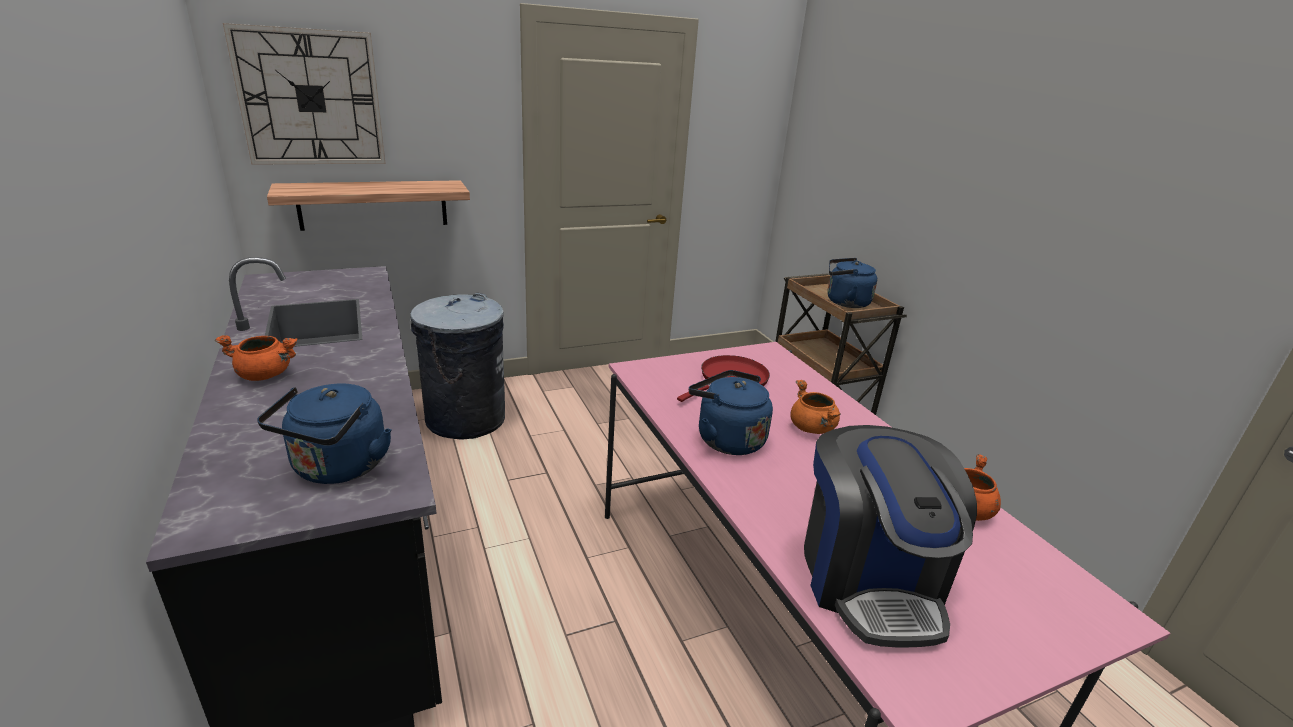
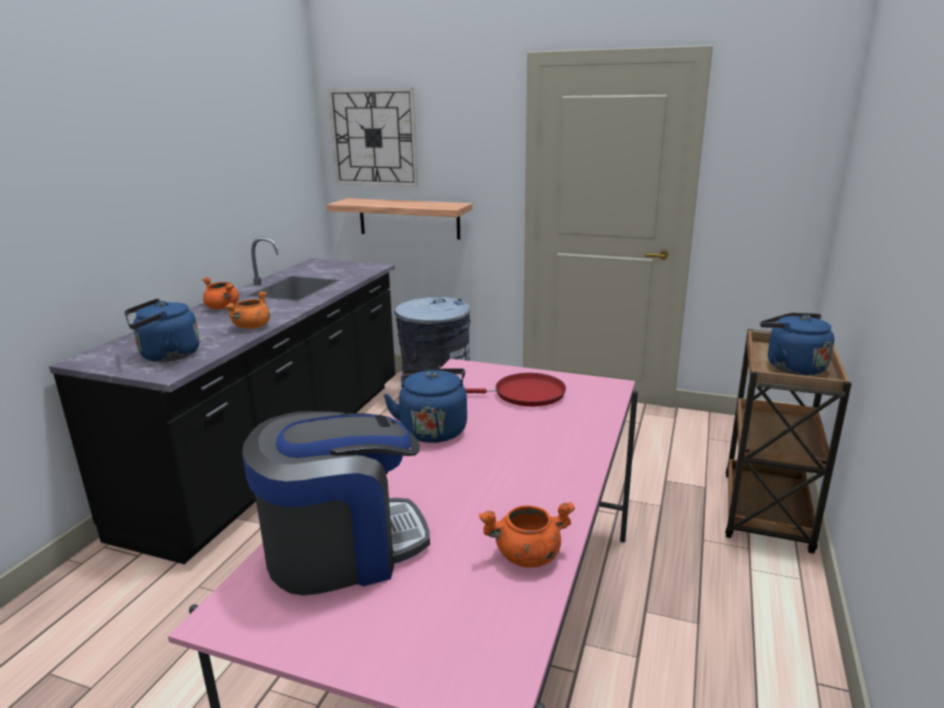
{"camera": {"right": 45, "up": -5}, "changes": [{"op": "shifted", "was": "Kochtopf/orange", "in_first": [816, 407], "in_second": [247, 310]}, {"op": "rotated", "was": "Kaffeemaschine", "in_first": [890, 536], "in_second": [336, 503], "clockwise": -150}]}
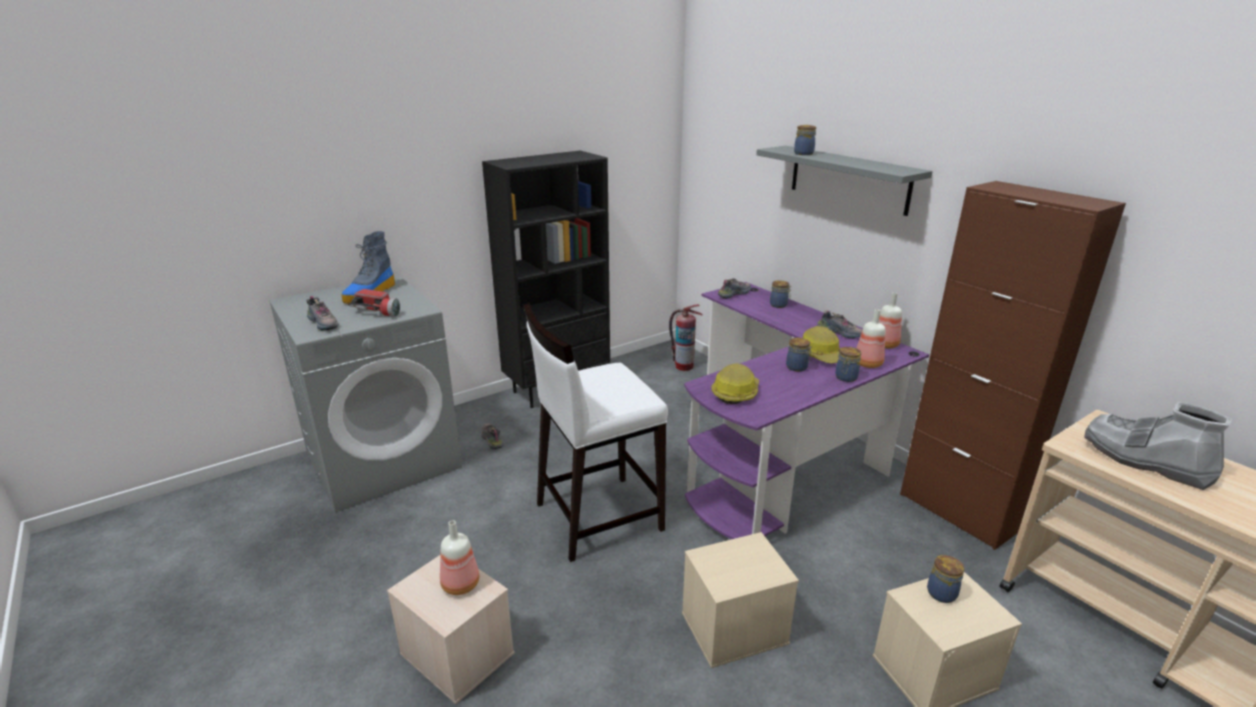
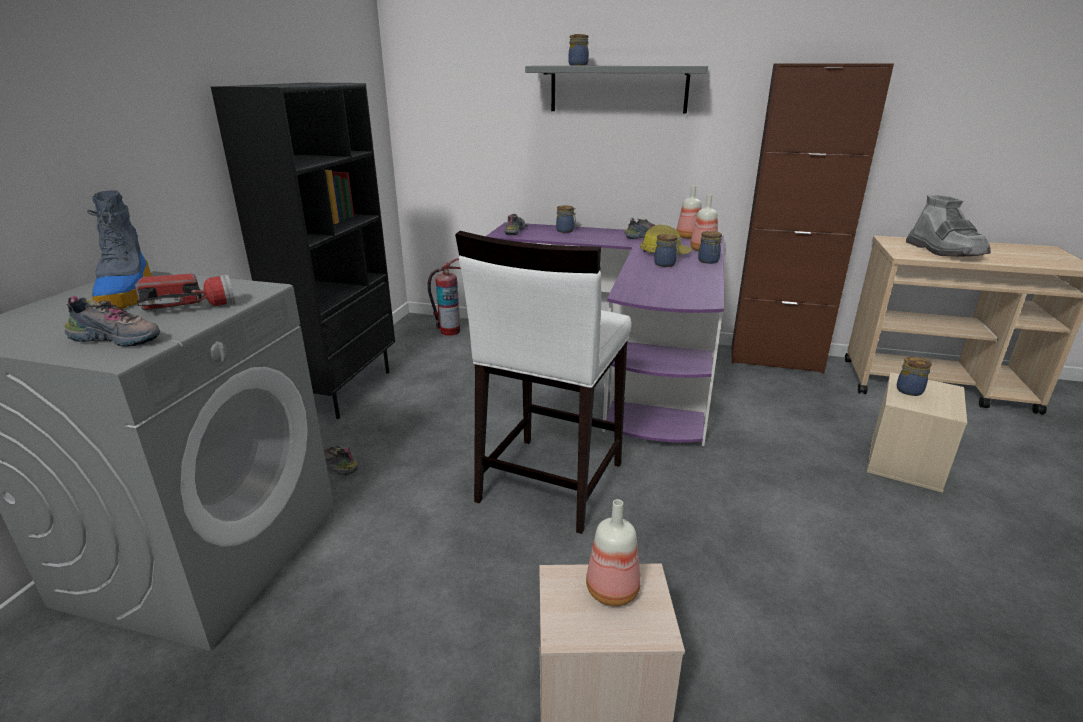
{"camera": {"right": -40, "up": 0}, "changes": [{"op": "rotated", "was": "Stiefel/grau", "in_first": [1158, 446], "in_second": [948, 226], "clockwise": -105}, {"op": "gone", "was": "Aufbewahrungsbox/beige", "in_first": [740, 600]}, {"op": "gone", "was": "Schutzhelm", "in_first": [735, 384]}]}
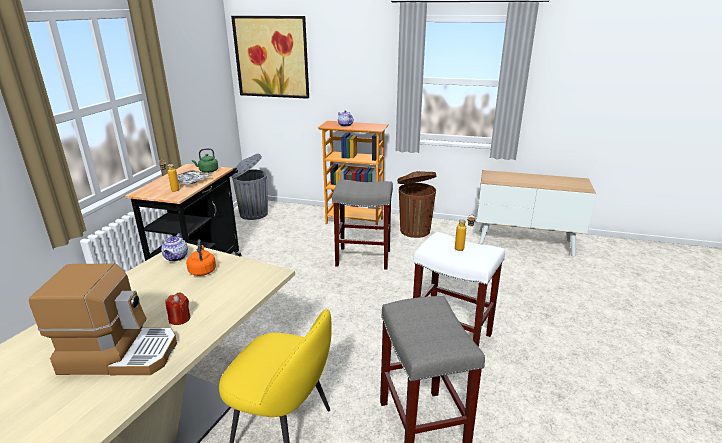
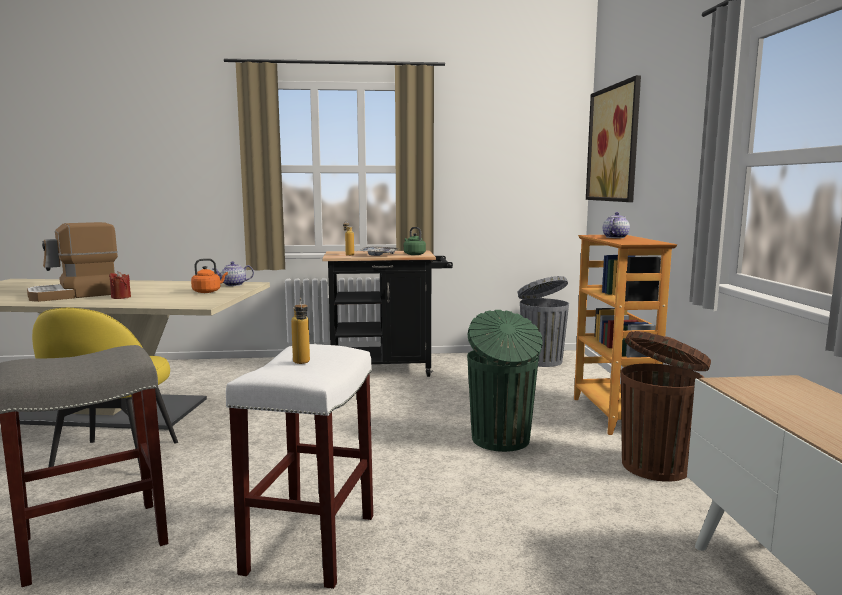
{"camera": {"right": 70, "up": -15}, "changes": [{"op": "rotated", "was": "Kaffeemaschine", "in_first": [103, 319], "in_second": [72, 262], "clockwise": 75}, {"op": "swapped", "was": "Hocker/grau", "now": "Mülleimer/grün", "in_first": [362, 224], "in_second": [505, 381]}]}
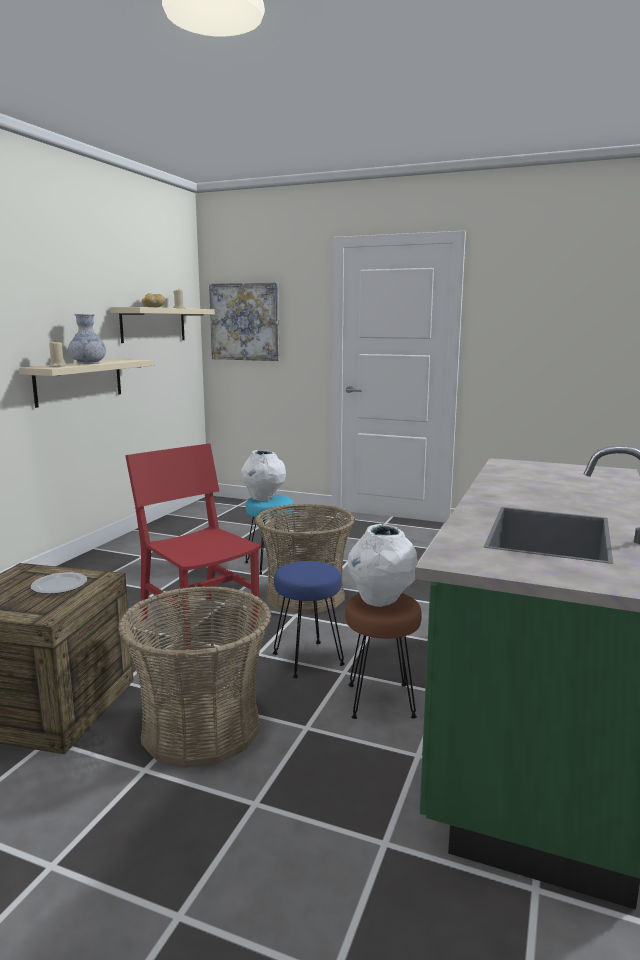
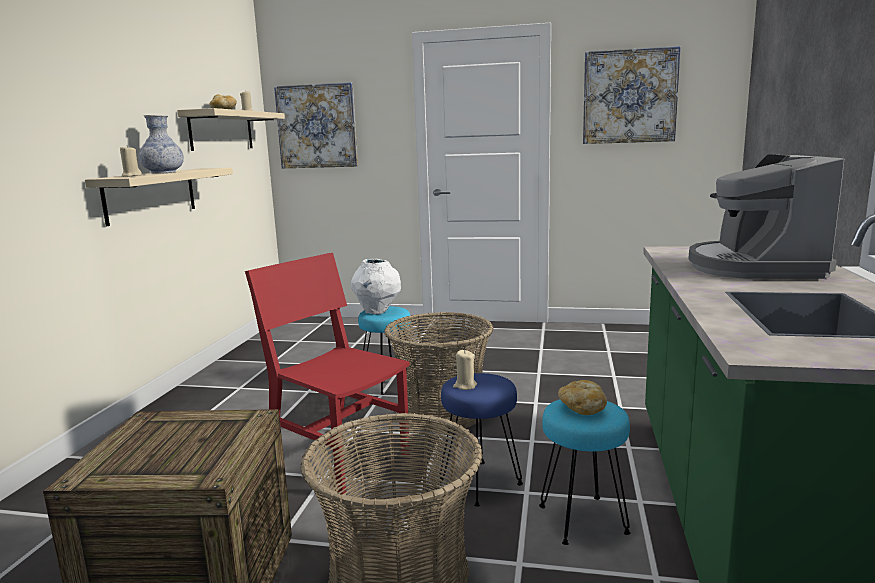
{"camera": {"right": -10, "up": 0}, "changes": [{"op": "new", "now": "Kerze/beige", "in_second": [465, 370]}, {"op": "repainted", "was": "Hocker/braun", "now": "Hocker/türkis", "in_first": [383, 656], "in_second": [585, 472]}, {"op": "swapped", "was": "Vase/weiß", "now": "Brot", "in_first": [383, 565], "in_second": [582, 397]}, {"op": "new", "now": "Bild", "in_second": [632, 95]}, {"op": "new", "now": "Kaffeemaschine", "in_second": [766, 216]}, {"op": "gone", "was": "Teller", "in_first": [59, 583]}]}
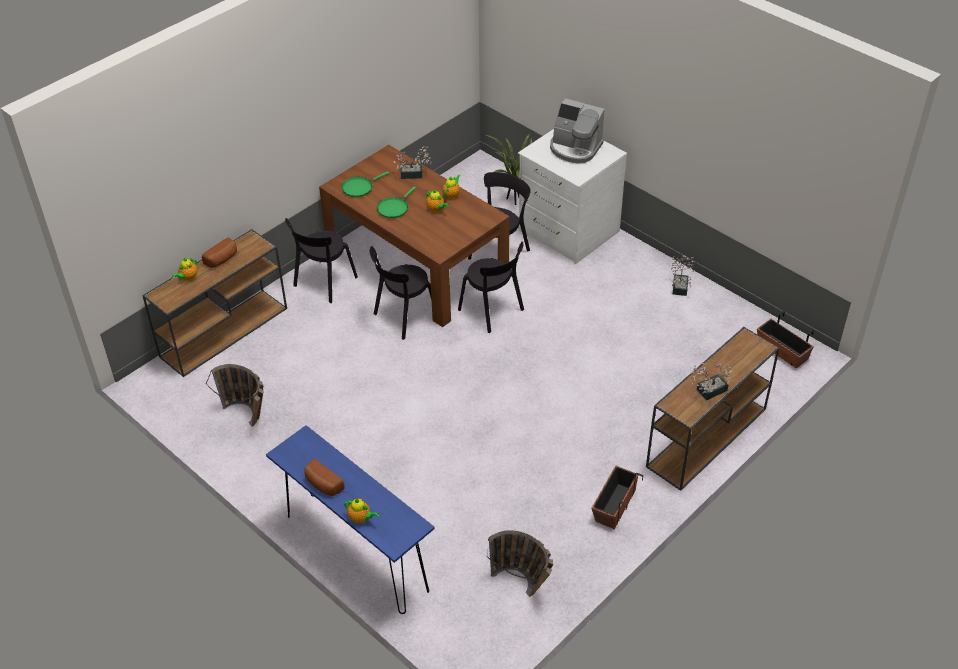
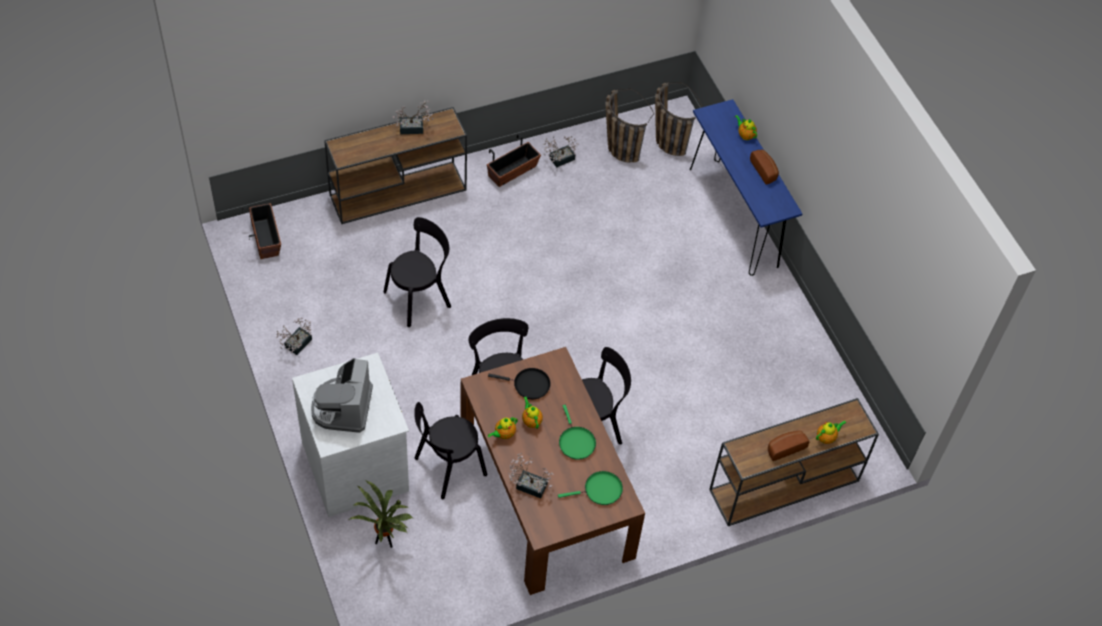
{"camera": {"right": -160, "up": 10}, "changes": [{"op": "rotated", "was": "Kaffeemaschine", "in_first": [577, 131], "in_second": [342, 395], "clockwise": -135}, {"op": "shifted", "was": "Stuhl/schwarz", "in_first": [321, 260], "in_second": [417, 272]}, {"op": "new", "now": "Pfanne/schwarz", "in_second": [519, 383]}, {"op": "new", "now": "Topfpflanze", "in_second": [561, 152]}, {"op": "rotated", "was": "Pfanne/grün", "in_first": [396, 202], "in_second": [577, 432], "clockwise": 105}, {"op": "shifted", "was": "Korb", "in_first": [235, 395], "in_second": [679, 119]}]}
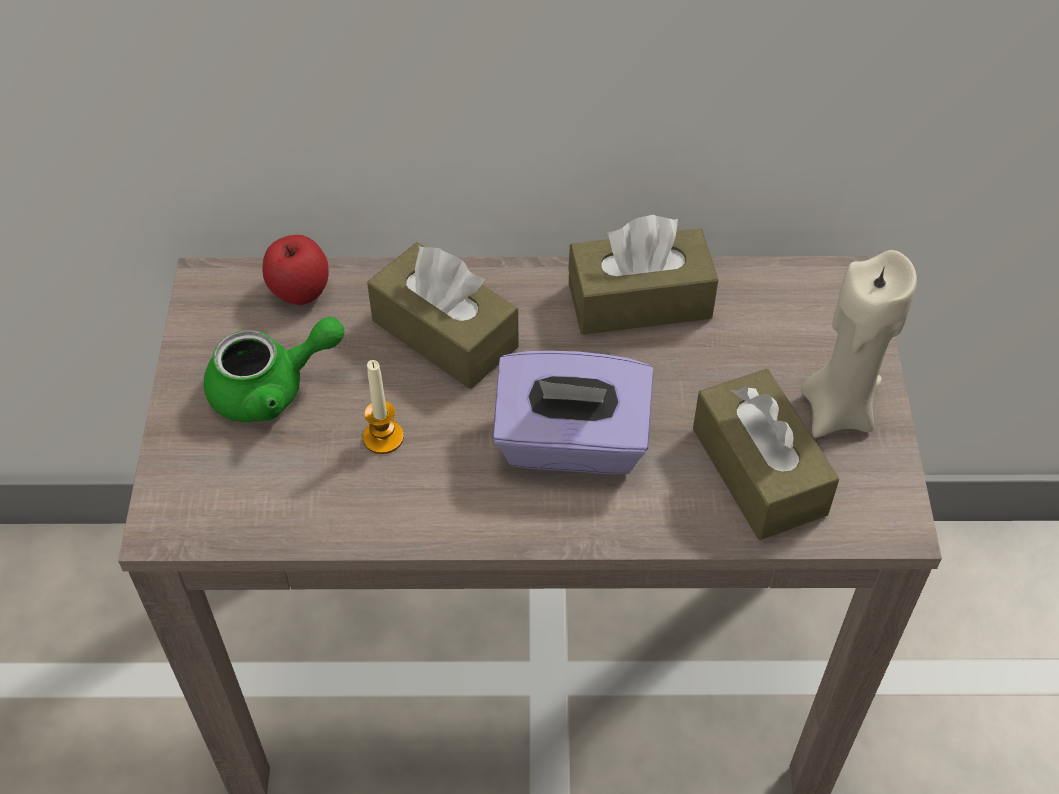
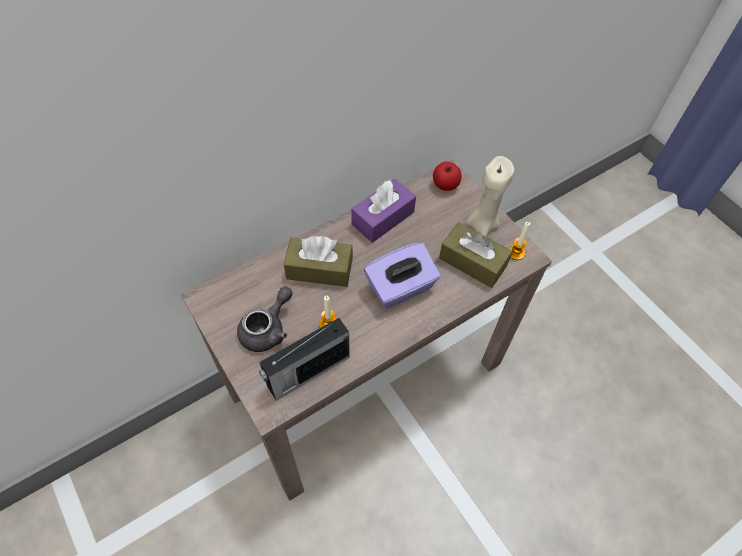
{"camera": {"right": -35, "up": 5}, "changes": [{"op": "repainted", "was": "Teekanne/grün", "now": "Teekanne/grau", "in_first": [274, 369], "in_second": [265, 319]}, {"op": "new", "now": "Radio", "in_second": [304, 359]}, {"op": "repainted", "was": "Taschentuchbox/braun", "now": "Taschentuchbox/lila", "in_first": [643, 275], "in_second": [383, 211]}, {"op": "shifted", "was": "Apfel", "in_first": [295, 270], "in_second": [447, 176]}, {"op": "new", "now": "Kerze", "in_second": [520, 241]}]}
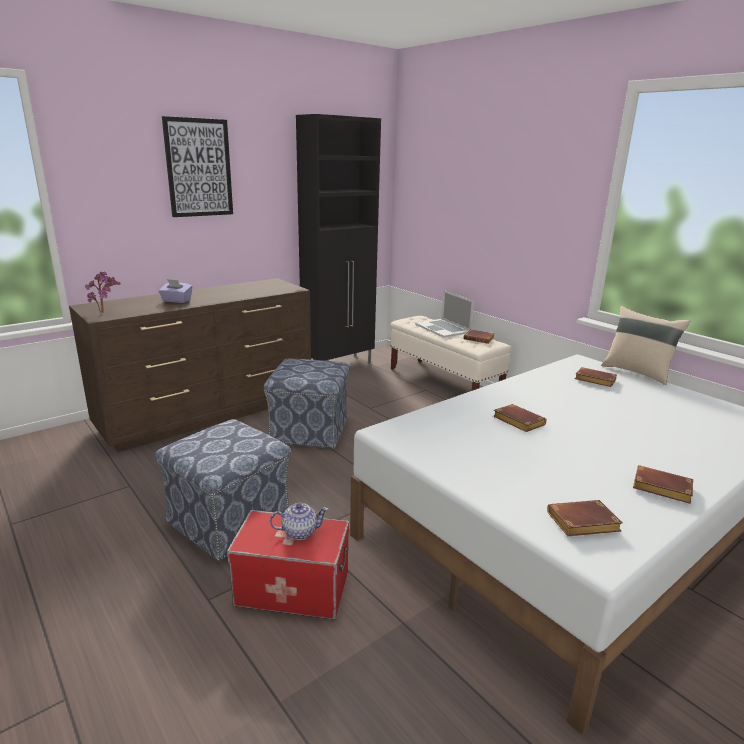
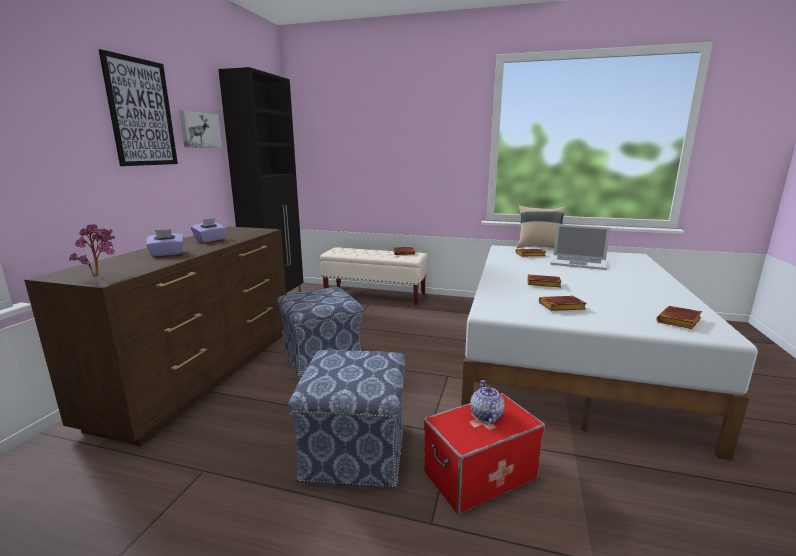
{"camera": {"right": -35, "up": -5}, "changes": [{"op": "new", "now": "Bild", "in_second": [200, 129]}, {"op": "new", "now": "Taschentuchbox/lila", "in_second": [208, 230]}, {"op": "rotated", "was": "Teekanne", "in_first": [299, 521], "in_second": [487, 402], "clockwise": -45}, {"op": "shifted", "was": "Buch/braun", "in_first": [663, 484], "in_second": [563, 303]}, {"op": "shifted", "was": "Laptop", "in_first": [444, 314], "in_second": [580, 247]}]}
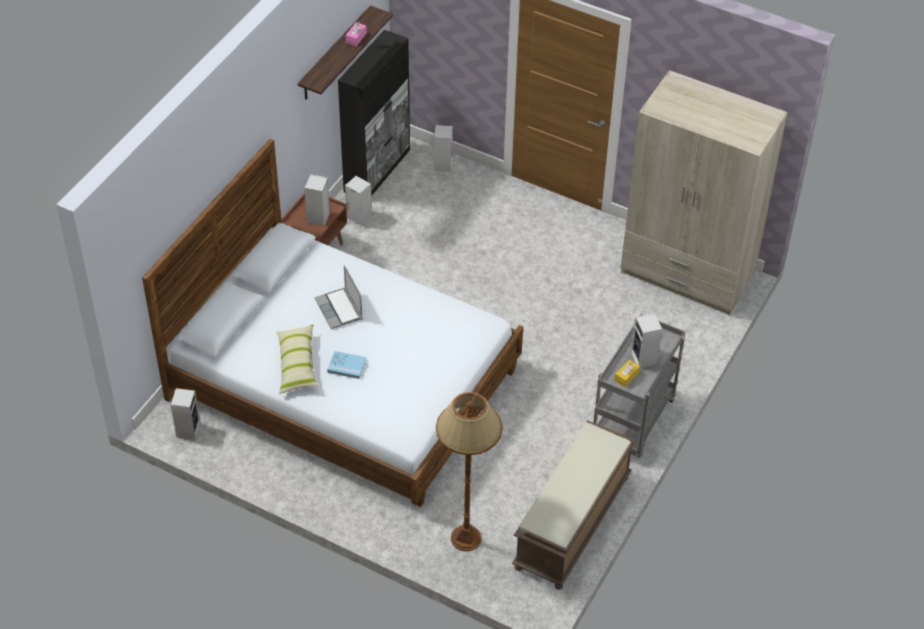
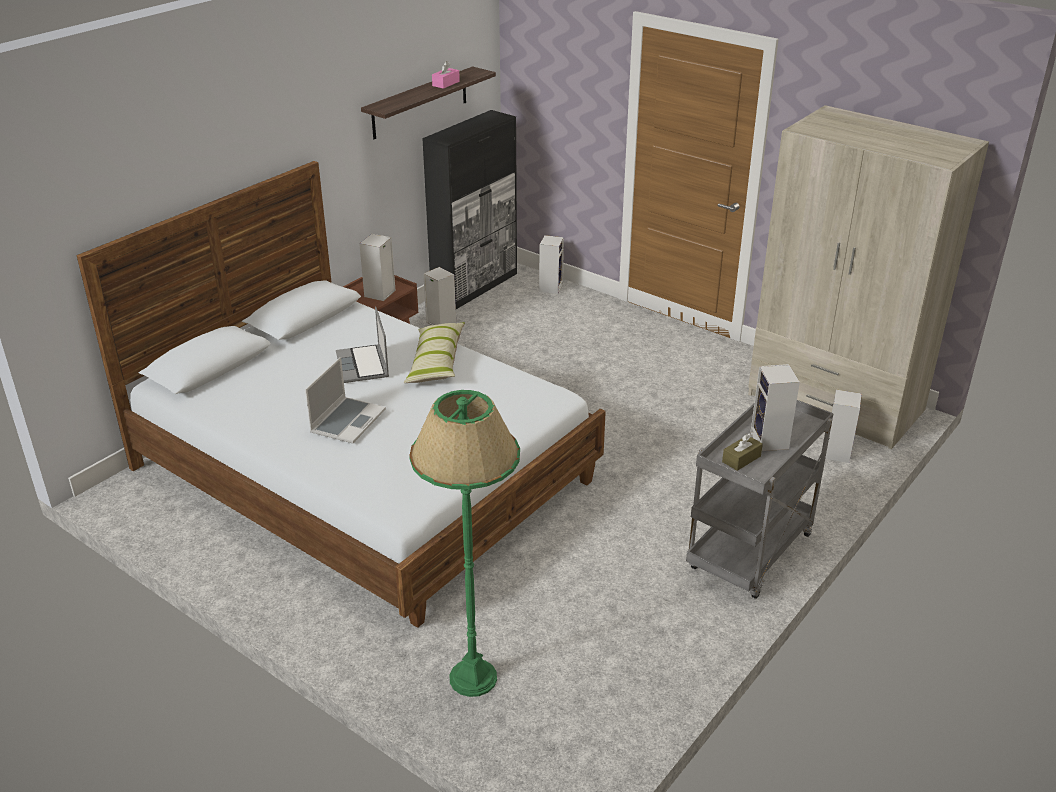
{"camera": {"right": 10, "up": -15}, "changes": [{"op": "swapped", "was": "Buch/blau", "now": "Laptop", "in_first": [346, 365], "in_second": [345, 400]}, {"op": "shifted", "was": "Kissen", "in_first": [297, 359], "in_second": [434, 352]}, {"op": "repainted", "was": "Stehlampe/braun", "now": "Stehlampe/grün", "in_first": [469, 471], "in_second": [464, 543]}, {"op": "repainted", "was": "Taschentuchbox/gelb", "now": "Taschentuchbox/braun", "in_first": [627, 373], "in_second": [742, 452]}, {"op": "shifted", "was": "Lautsprecher", "in_first": [185, 414], "in_second": [843, 426]}, {"op": "gone", "was": "Bank/braun", "in_first": [574, 505]}]}
